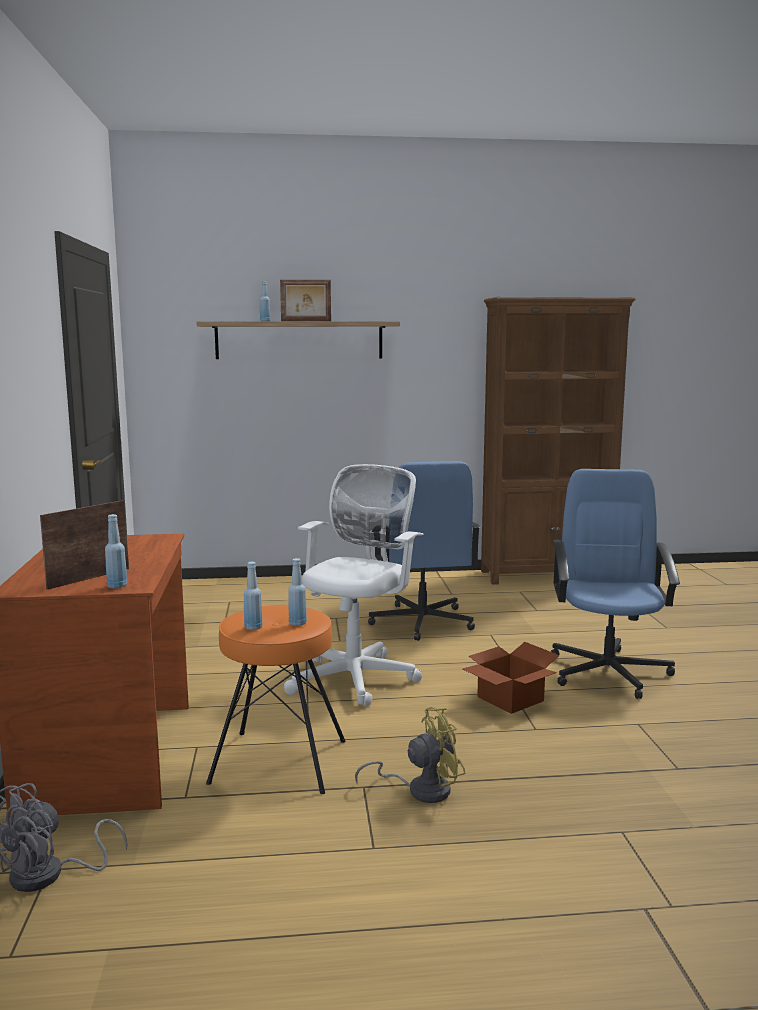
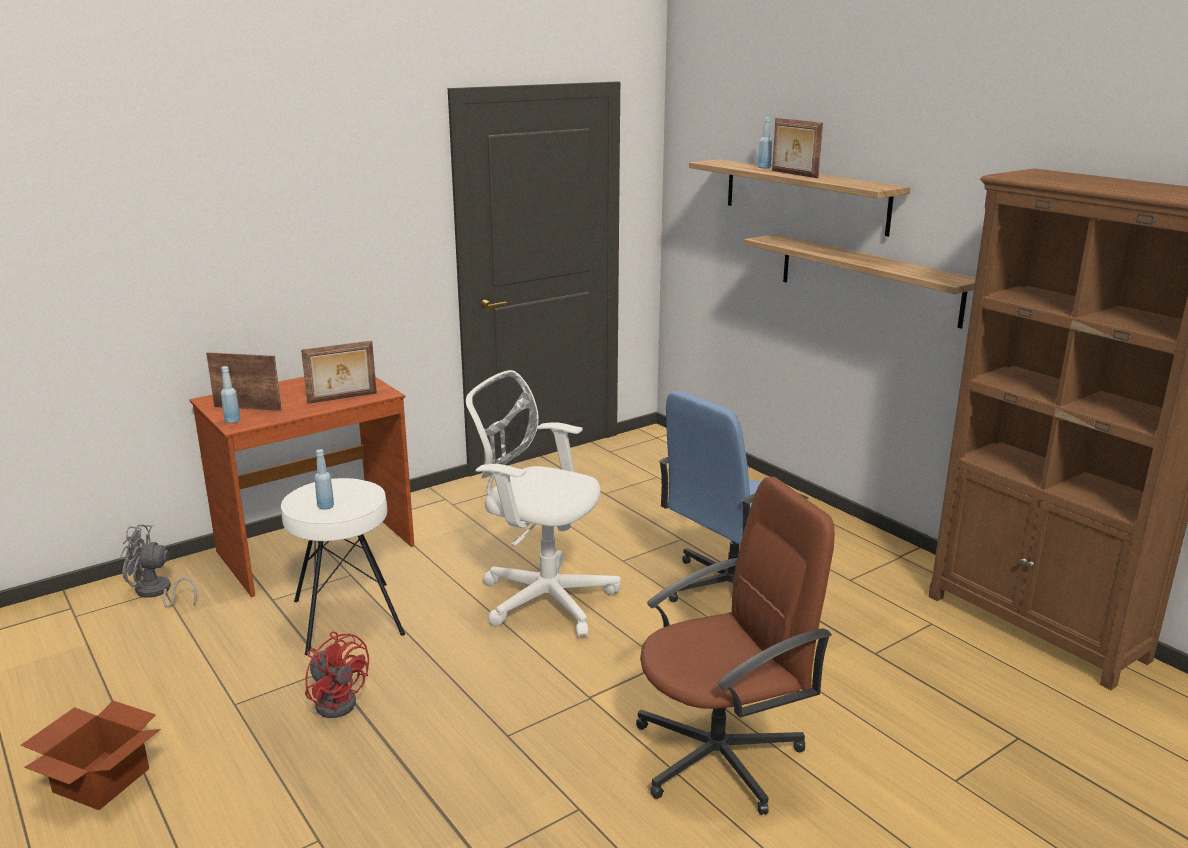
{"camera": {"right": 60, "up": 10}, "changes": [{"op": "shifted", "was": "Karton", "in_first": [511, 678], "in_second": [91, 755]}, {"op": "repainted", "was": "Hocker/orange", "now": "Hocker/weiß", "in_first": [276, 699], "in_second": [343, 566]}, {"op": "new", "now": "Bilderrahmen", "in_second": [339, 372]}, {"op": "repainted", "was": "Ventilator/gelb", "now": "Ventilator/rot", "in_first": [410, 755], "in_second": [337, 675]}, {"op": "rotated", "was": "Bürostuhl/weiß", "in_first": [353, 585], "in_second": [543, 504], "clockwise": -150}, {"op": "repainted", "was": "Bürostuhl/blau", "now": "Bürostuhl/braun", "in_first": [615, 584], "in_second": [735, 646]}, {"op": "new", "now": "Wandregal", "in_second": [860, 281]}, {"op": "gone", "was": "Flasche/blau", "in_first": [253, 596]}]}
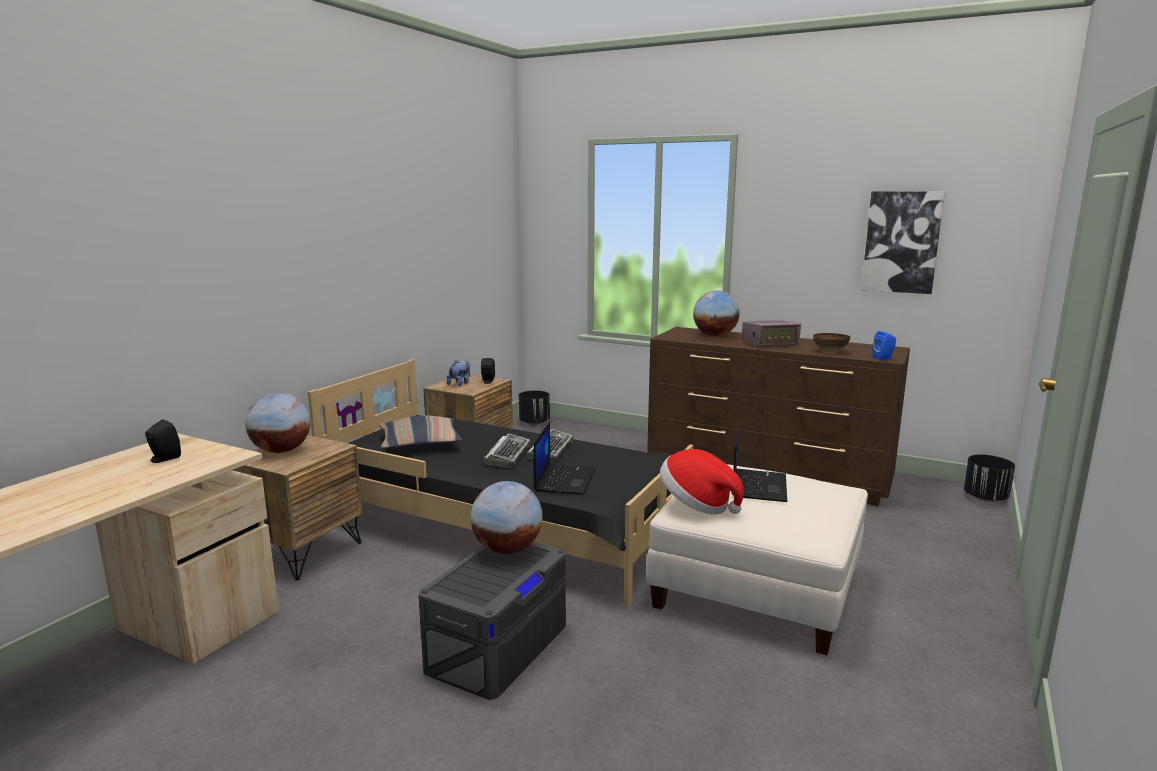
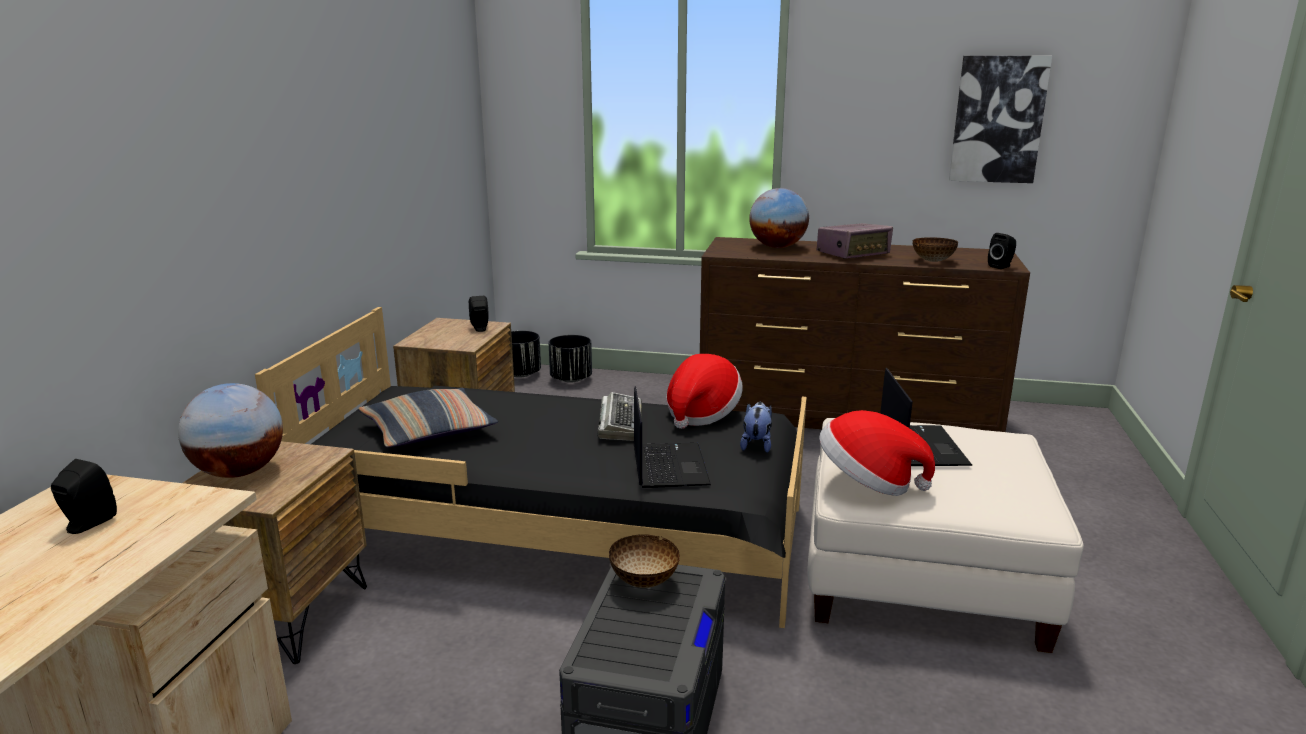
{"camera": {"right": -15, "up": 5}, "changes": [{"op": "shifted", "was": "Pflanzkübel/schwarz", "in_first": [989, 478], "in_second": [570, 359]}, {"op": "swapped", "was": "Globus", "now": "Schüssel", "in_first": [507, 517], "in_second": [644, 561]}, {"op": "new", "now": "Hut", "in_second": [704, 391]}, {"op": "shifted", "was": "Plüschtier", "in_first": [458, 373], "in_second": [756, 427]}, {"op": "repainted", "was": "Lautsprecher/blau", "now": "Lautsprecher/schwarz", "in_first": [884, 345], "in_second": [1002, 251]}, {"op": "gone", "was": "Tastatur", "in_first": [507, 450]}]}
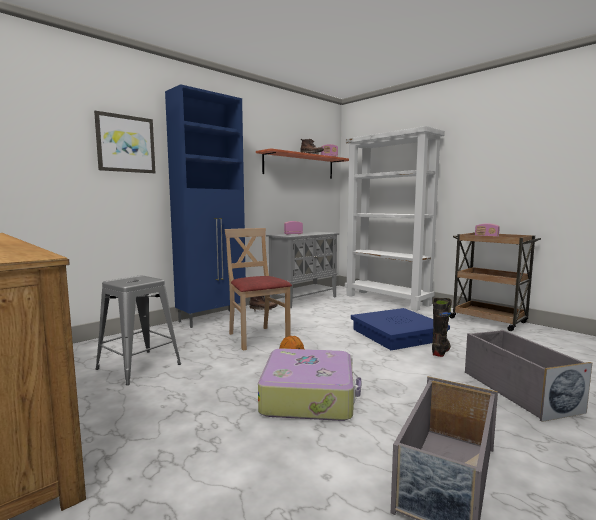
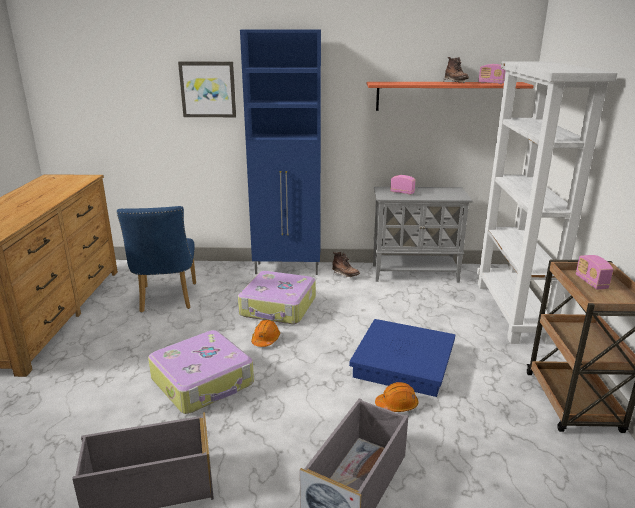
{"camera": {"right": 45, "up": 15}, "changes": [{"op": "swapped", "was": "Hocker/grau", "now": "Stuhl/blau", "in_first": [138, 330], "in_second": [156, 259]}, {"op": "swapped", "was": "Stuhl/beige", "now": "Koffer", "in_first": [258, 289], "in_second": [277, 297]}, {"op": "swapped", "was": "Stiefel/schwarz", "now": "Schutzhelm/orange", "in_first": [442, 327], "in_second": [396, 397]}]}
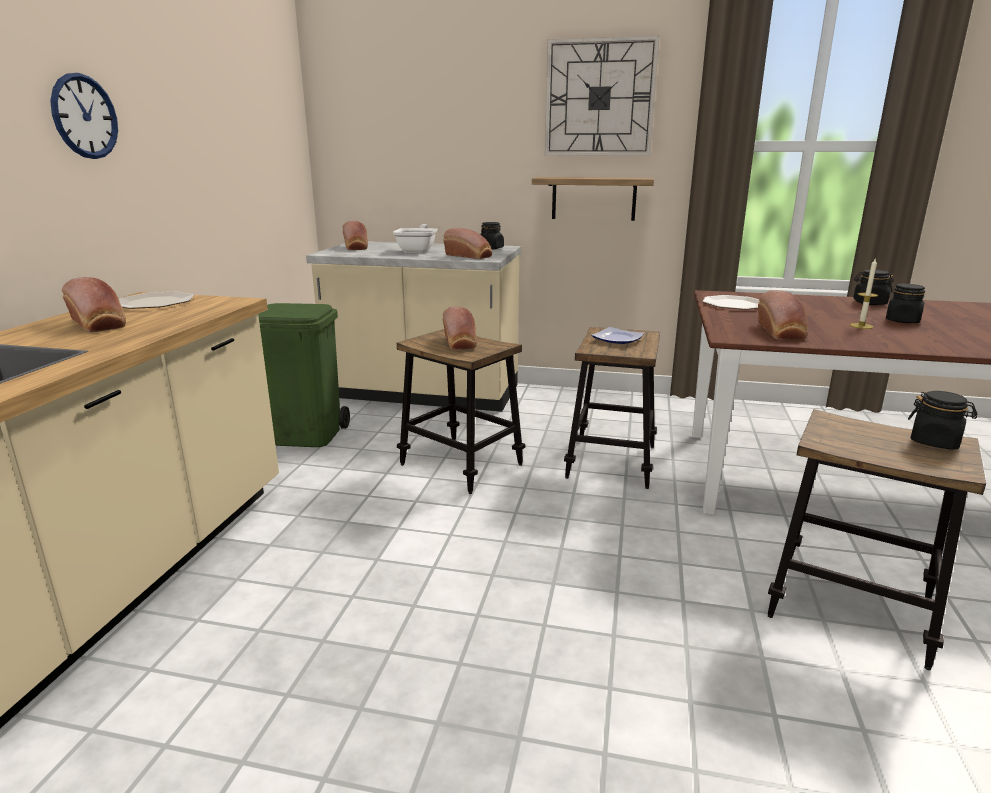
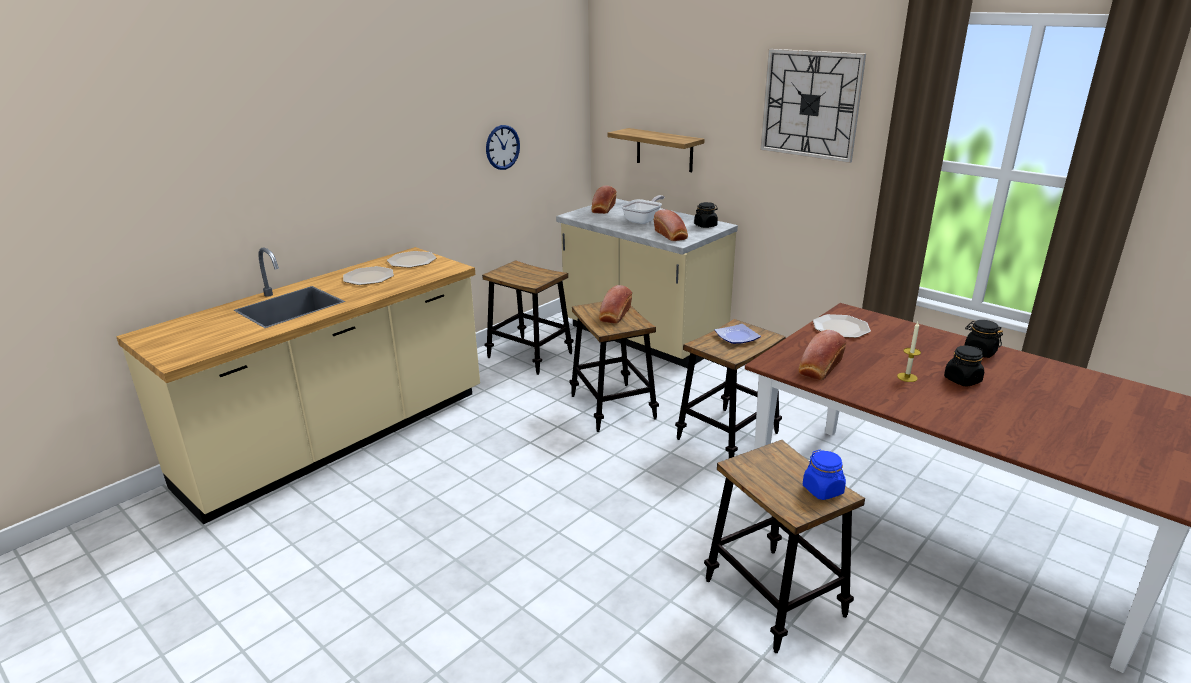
{"camera": {"right": 30, "up": 5}, "changes": [{"op": "swapped", "was": "Brot", "now": "Teller", "in_first": [94, 305], "in_second": [368, 275]}, {"op": "swapped", "was": "Mülleimer/grün", "now": "Hocker", "in_first": [304, 375], "in_second": [528, 317]}, {"op": "shifted", "was": "Wanduhr", "in_first": [84, 116], "in_second": [503, 147]}, {"op": "shifted", "was": "Wandregal", "in_first": [593, 199], "in_second": [656, 150]}, {"op": "repainted", "was": "Vorratsglas/schwarz", "now": "Vorratsglas/blau", "in_first": [942, 420], "in_second": [824, 475]}]}
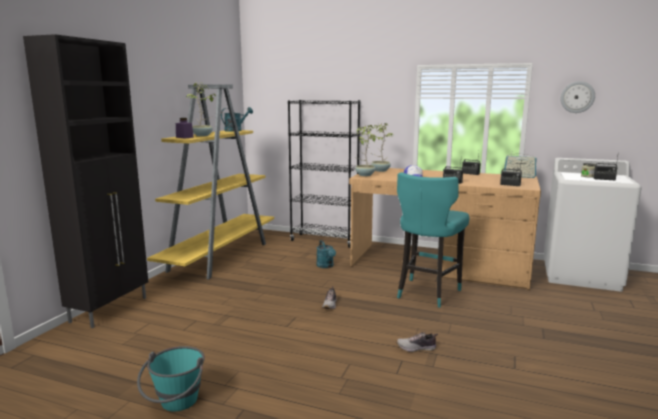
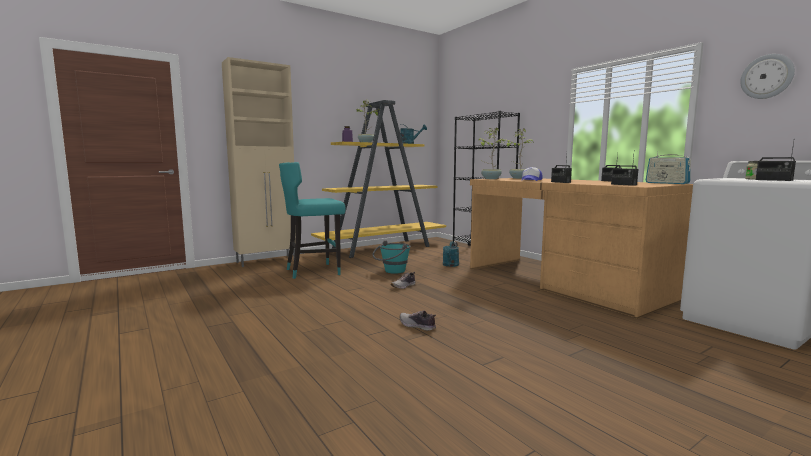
{"camera": {"right": 35, "up": -5}, "changes": [{"op": "repainted", "was": "Schrank/schwarz", "now": "Schrank/beige", "in_first": [85, 181], "in_second": [259, 162]}, {"op": "shifted", "was": "Hocker/türkis", "in_first": [433, 240], "in_second": [312, 220]}, {"op": "shifted", "was": "Eimer/türkis", "in_first": [171, 379], "in_second": [392, 257]}]}
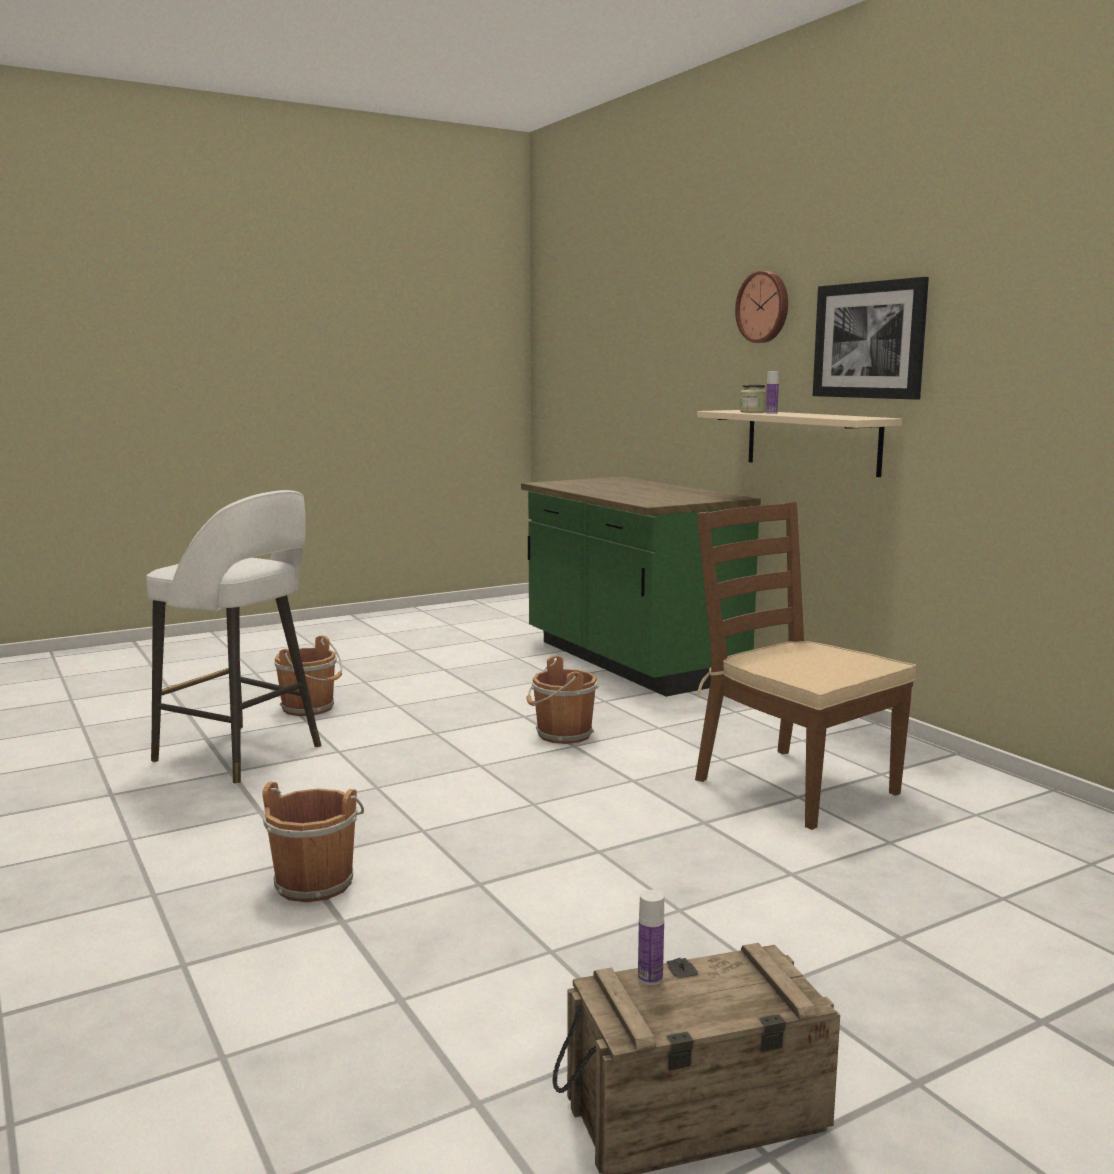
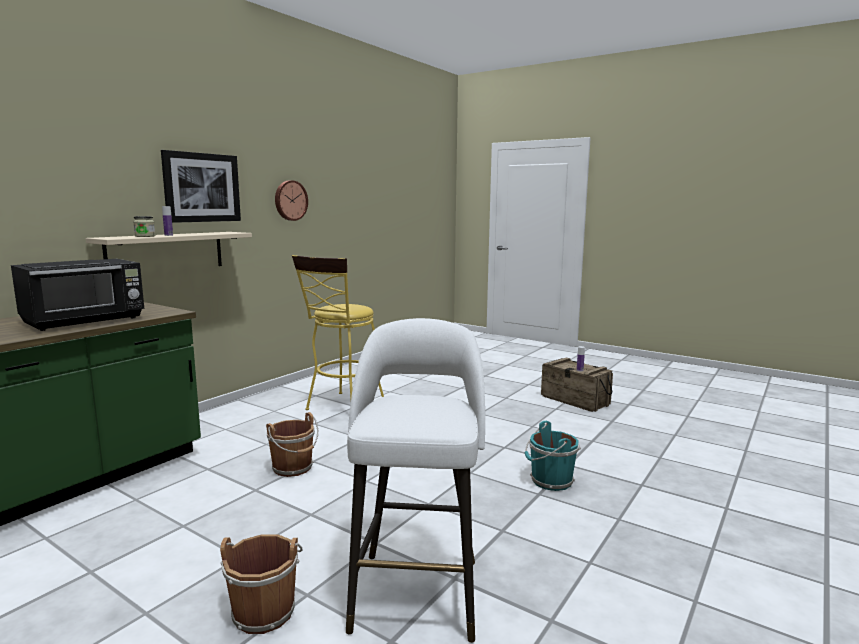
{"camera": {"right": -115, "up": 0}, "changes": [{"op": "new", "now": "Mikrowelle/schwarz", "in_second": [77, 295]}, {"op": "shifted", "was": "Wanduhr", "in_first": [761, 307], "in_second": [291, 200]}, {"op": "swapped", "was": "Stuhl/braun", "now": "Hocker/gelb", "in_first": [805, 666], "in_second": [338, 332]}, {"op": "repainted", "was": "Eimer/braun", "now": "Eimer/türkis", "in_first": [313, 842], "in_second": [553, 456]}]}
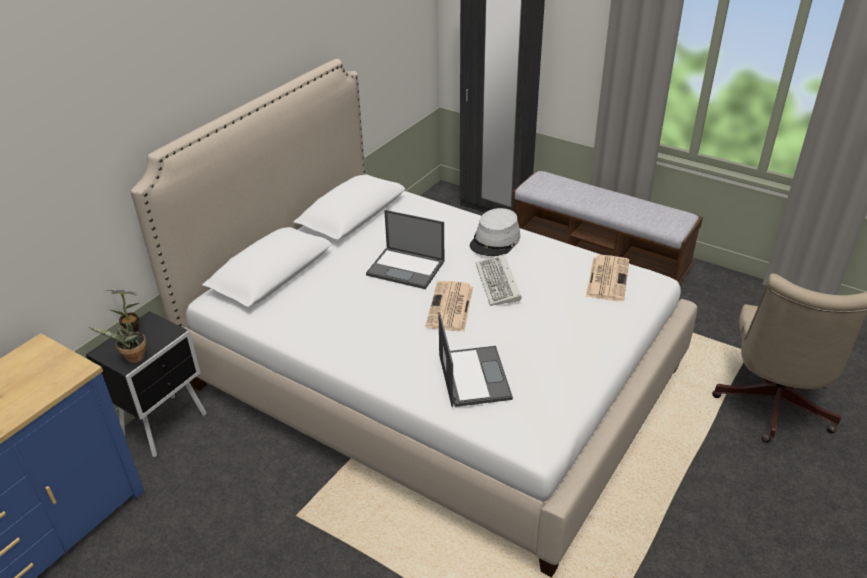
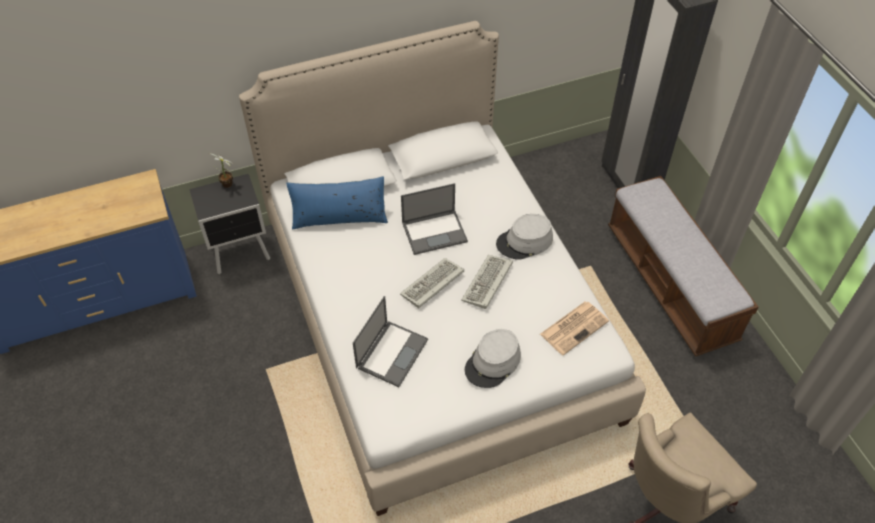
{"camera": {"right": 35, "up": 15}, "changes": [{"op": "new", "now": "Kissen/blau", "in_second": [337, 203]}, {"op": "swapped", "was": "Zeitung", "now": "Tastatur", "in_first": [449, 306], "in_second": [432, 283]}, {"op": "rotated", "was": "Laptop", "in_first": [405, 249], "in_second": [434, 219], "clockwise": -75}, {"op": "new", "now": "Hut/grau", "in_second": [493, 358]}, {"op": "gone", "was": "Topfpflanze", "in_first": [117, 343]}]}
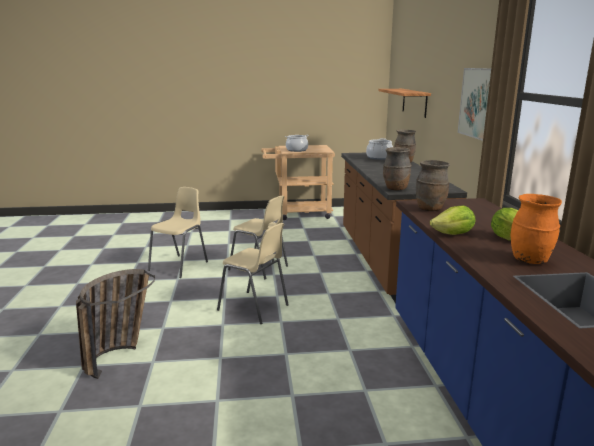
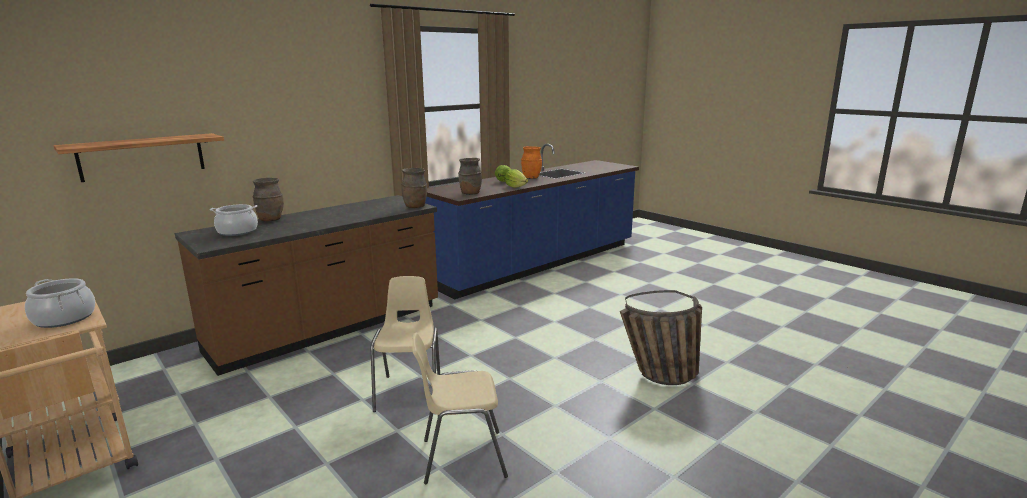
{"camera": {"right": -125, "up": 0}, "changes": [{"op": "gone", "was": "Stuhl/beige", "in_first": [253, 273]}, {"op": "gone", "was": "Bild", "in_first": [474, 104]}]}
